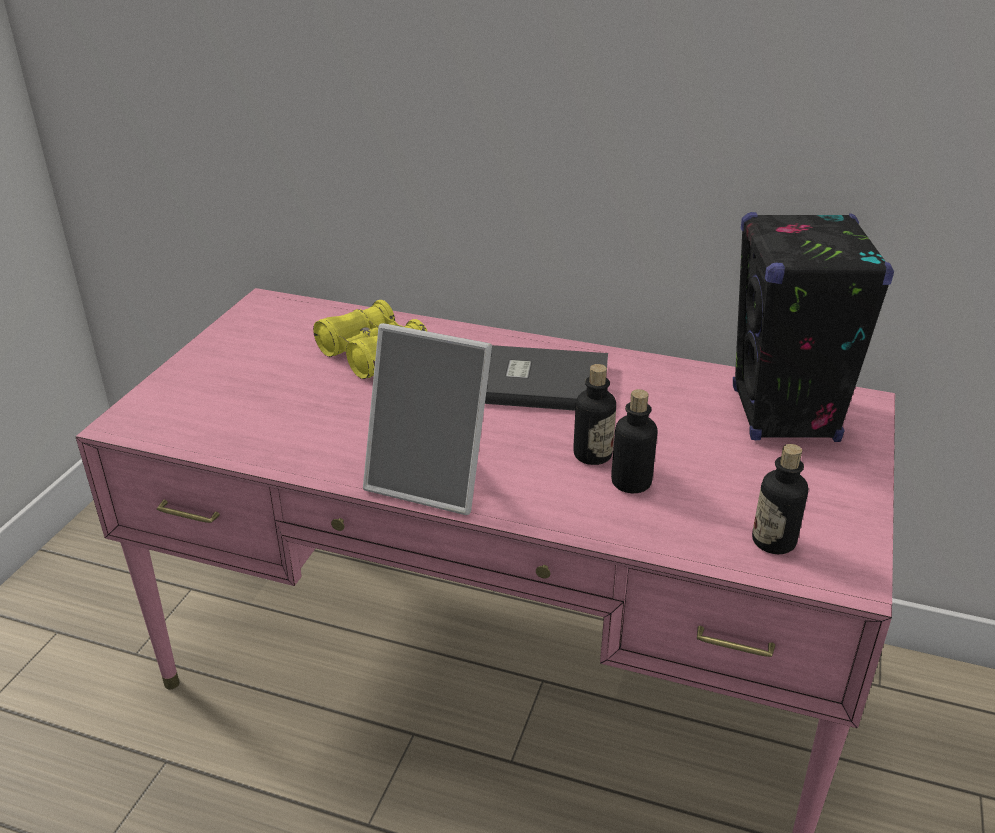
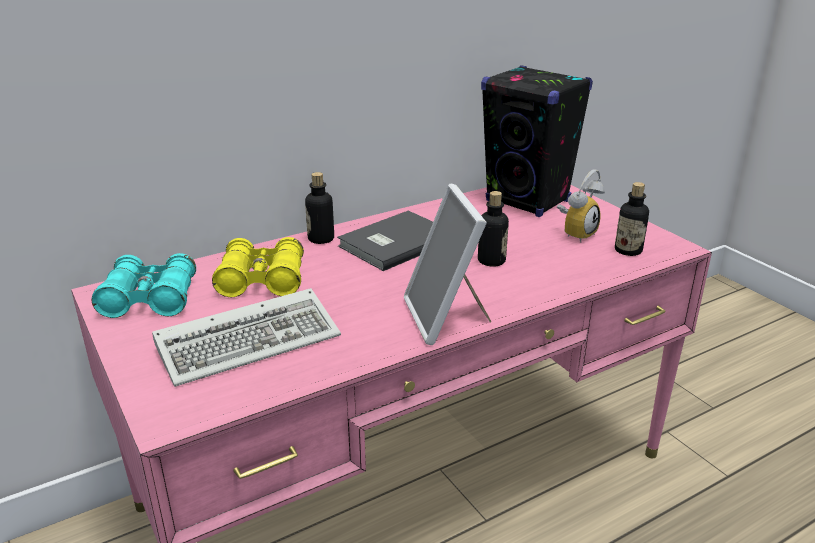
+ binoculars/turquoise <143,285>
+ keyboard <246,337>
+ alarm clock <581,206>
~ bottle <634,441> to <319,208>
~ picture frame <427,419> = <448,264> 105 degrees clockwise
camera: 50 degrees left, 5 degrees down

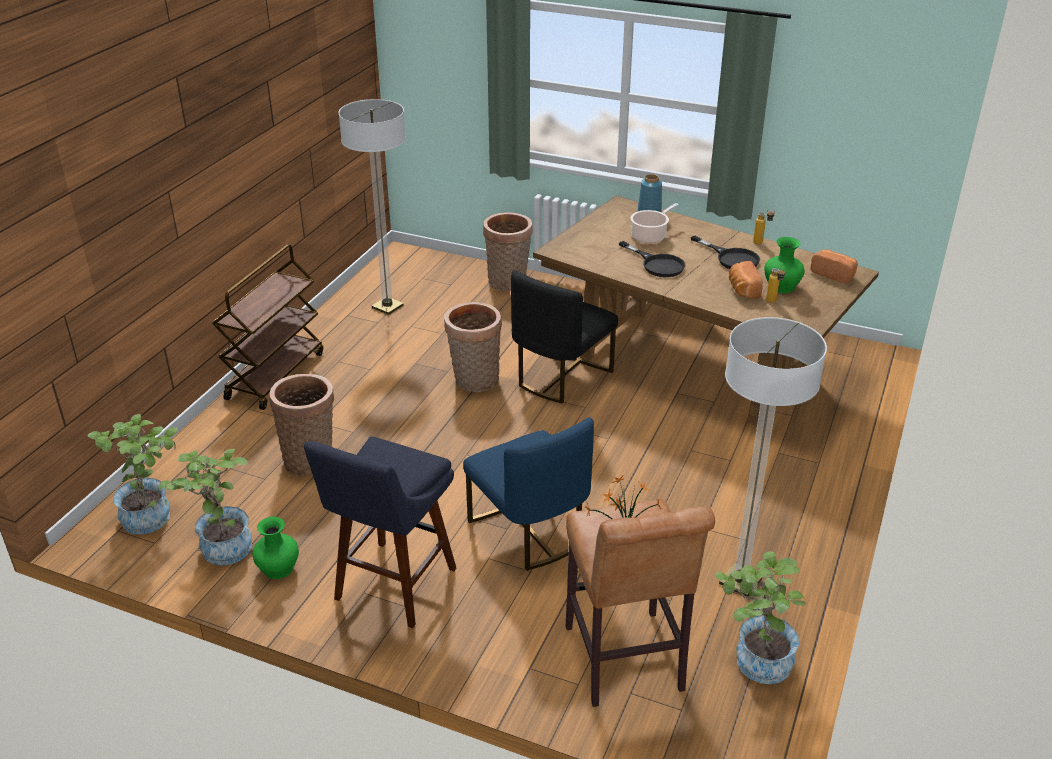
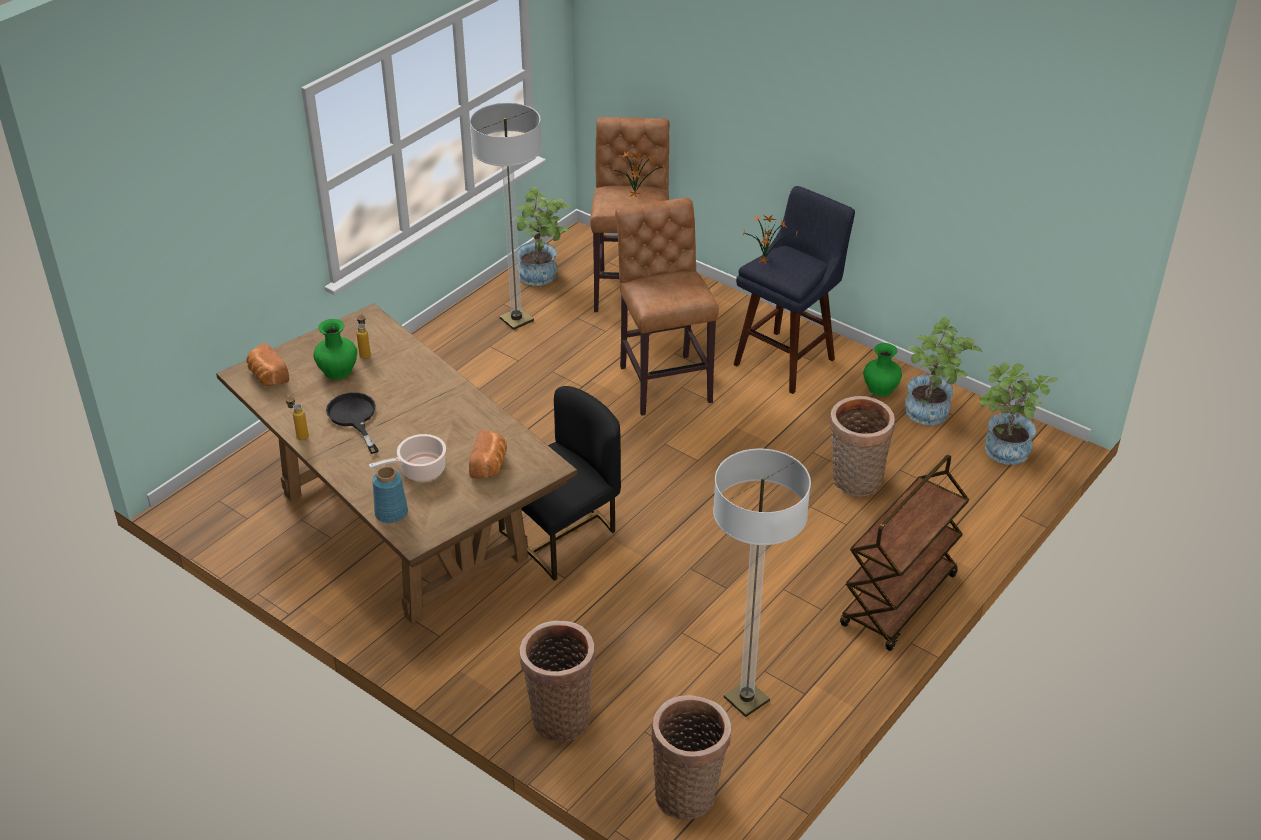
- frying pan/black <652,259>
+ potted plant <770,239>
~ basket <473,347> to <691,757>
~ bread <746,280> to <488,454>
~ chair/blue <528,493> to stool/brown <667,306>
camera: 165 degrees left, 5 degrees up

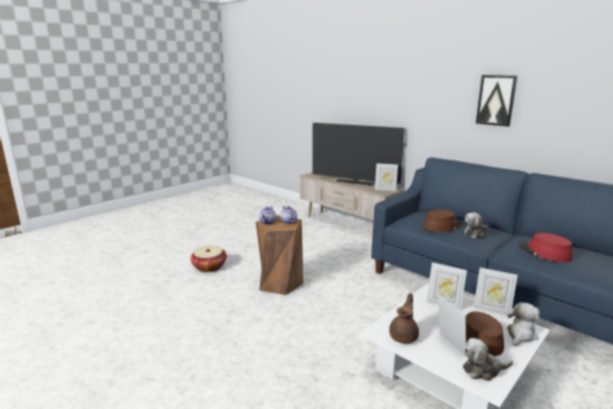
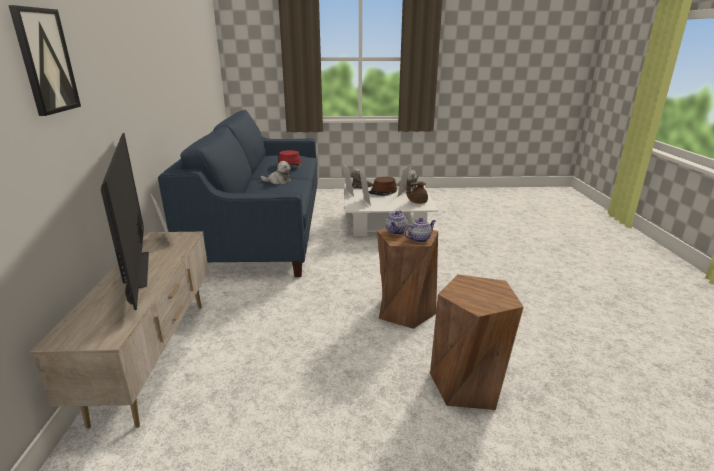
- hat/brown <443,220>
~ picture <496,101> to <44,60>
~ basket <208,259> to stool/brown <477,342>
camera: 135 degrees left, 5 degrees up

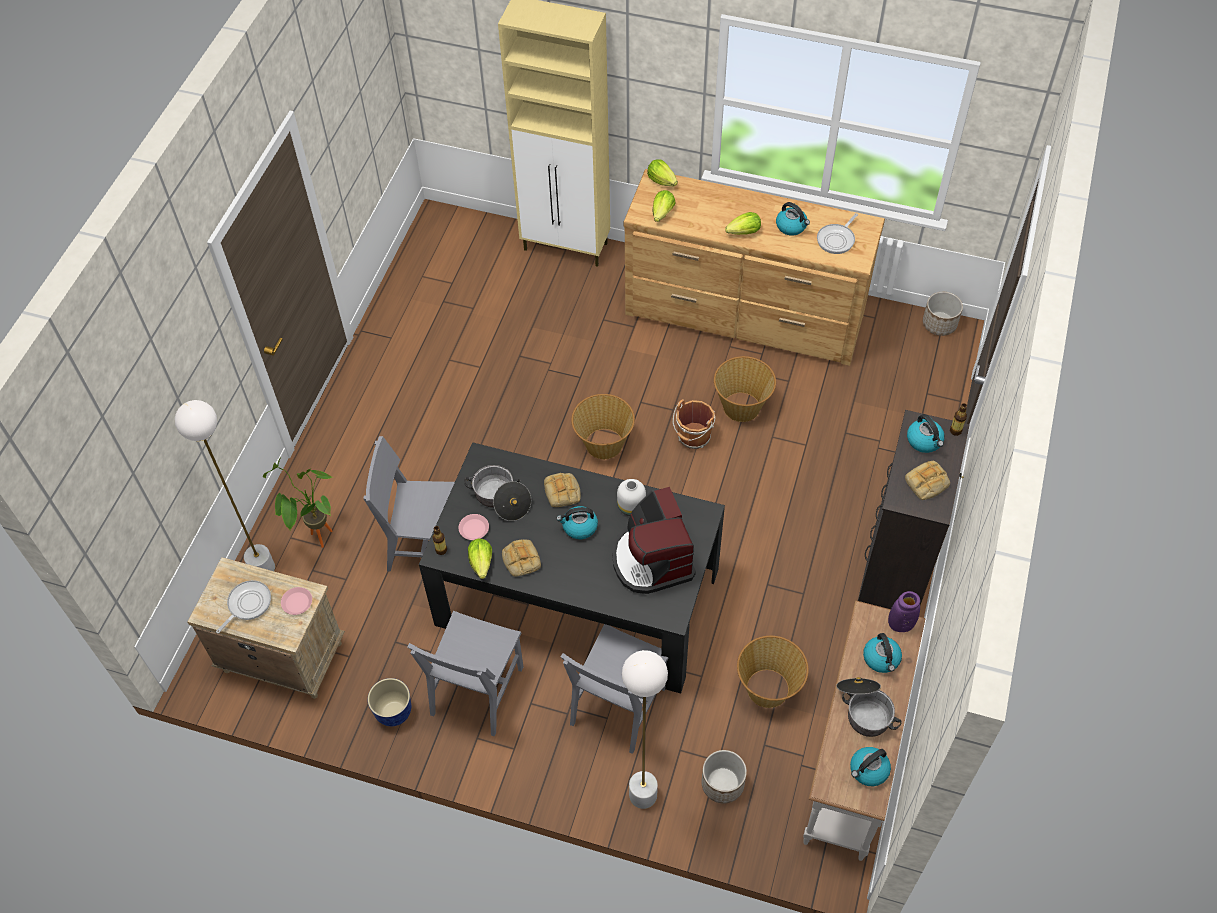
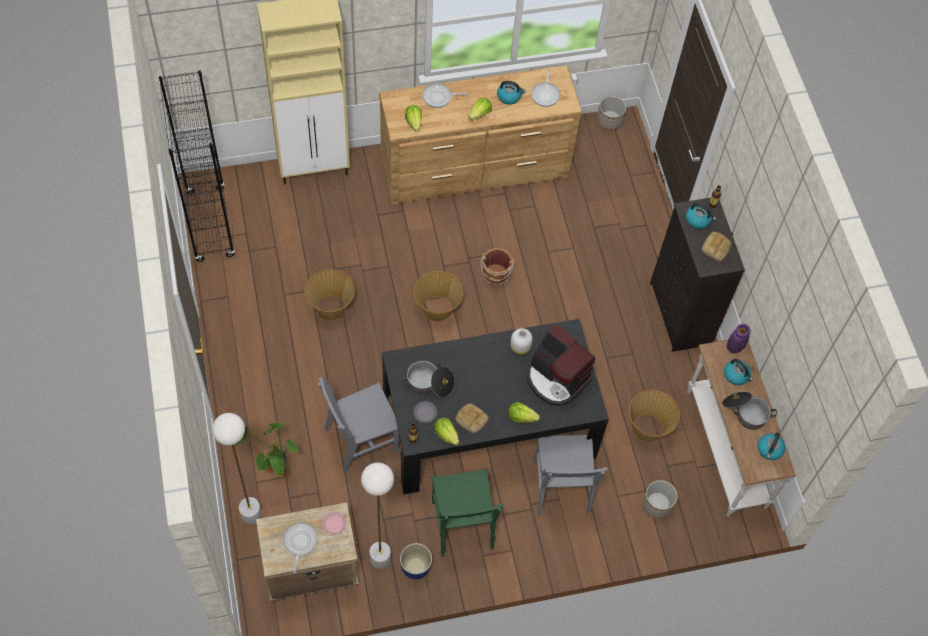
- bread <562,490>
- kettle <577,522>
+ bookcase/black <197,166>
+ frying pan <445,95>
~ floor lamp/white <645,729> to <377,515>
~ lettuce <662,172> to <524,412>
~ basket <745,389> to <330,295>
~ chair/grey <465,674> to chair/green <468,513>
~ plate/pink <473,527> to plate/grey <425,412>
camera: 35 degrees left, 5 degrees up

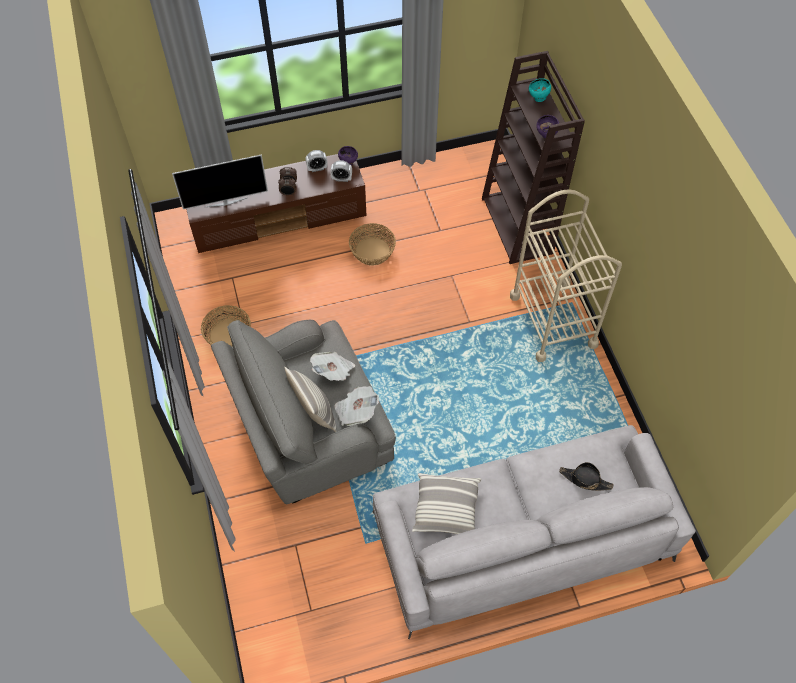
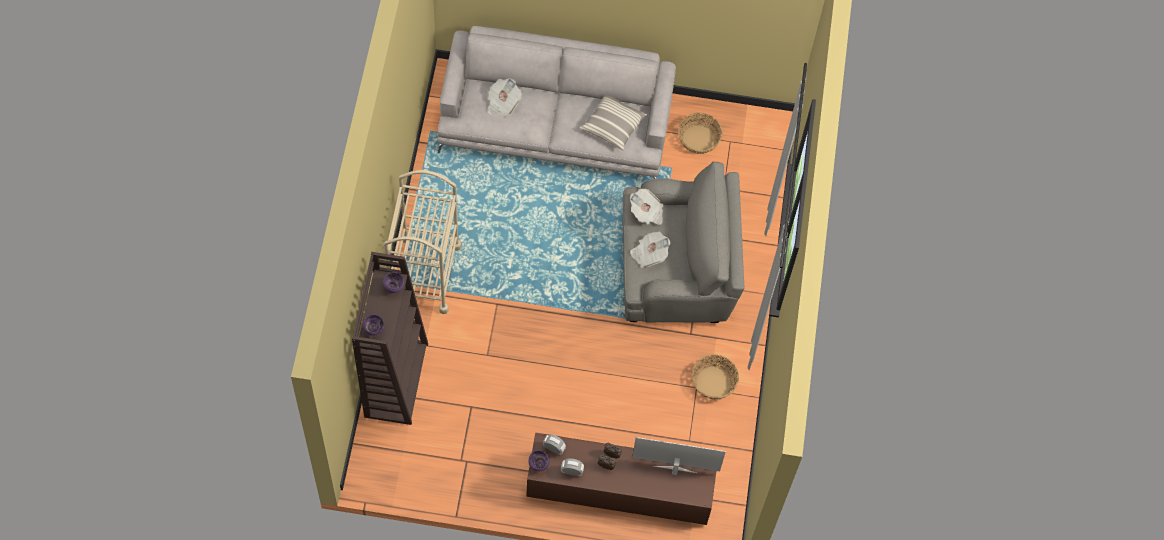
- pillow <310,399>
~ basket <372,244> to <700,133>
~ hat/black <586,476> to newspaper <504,97>
~ bowl/turquoise <540,90> to bowl/purple <374,325>
camera: 160 degrees left, 5 degrees up

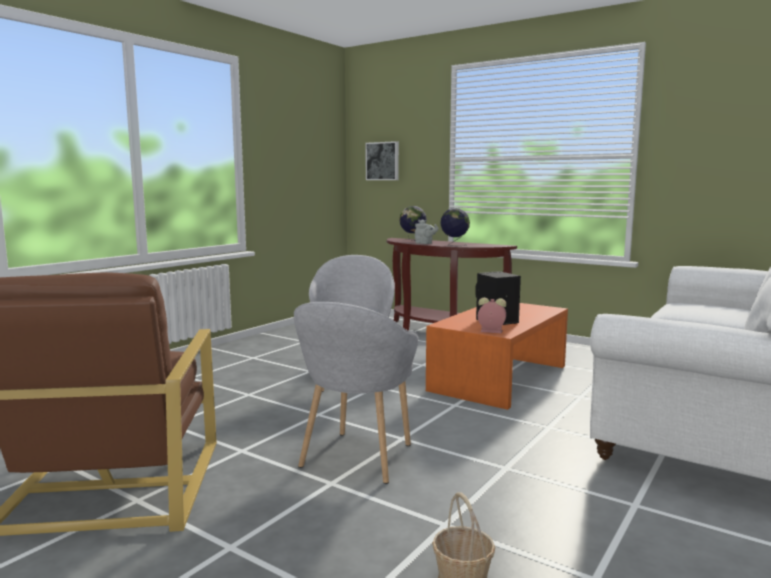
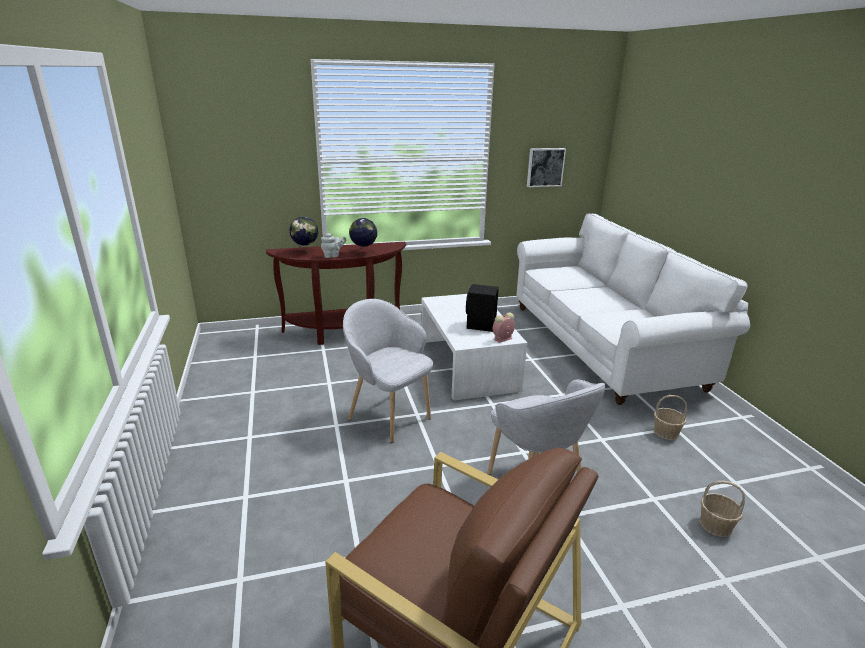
+ basket <670,417>
~ picture <382,160> to <546,167>
~ coffee table/orange <497,356> to coffee table/white <474,347>
camera: 50 degrees left, 15 degrees up

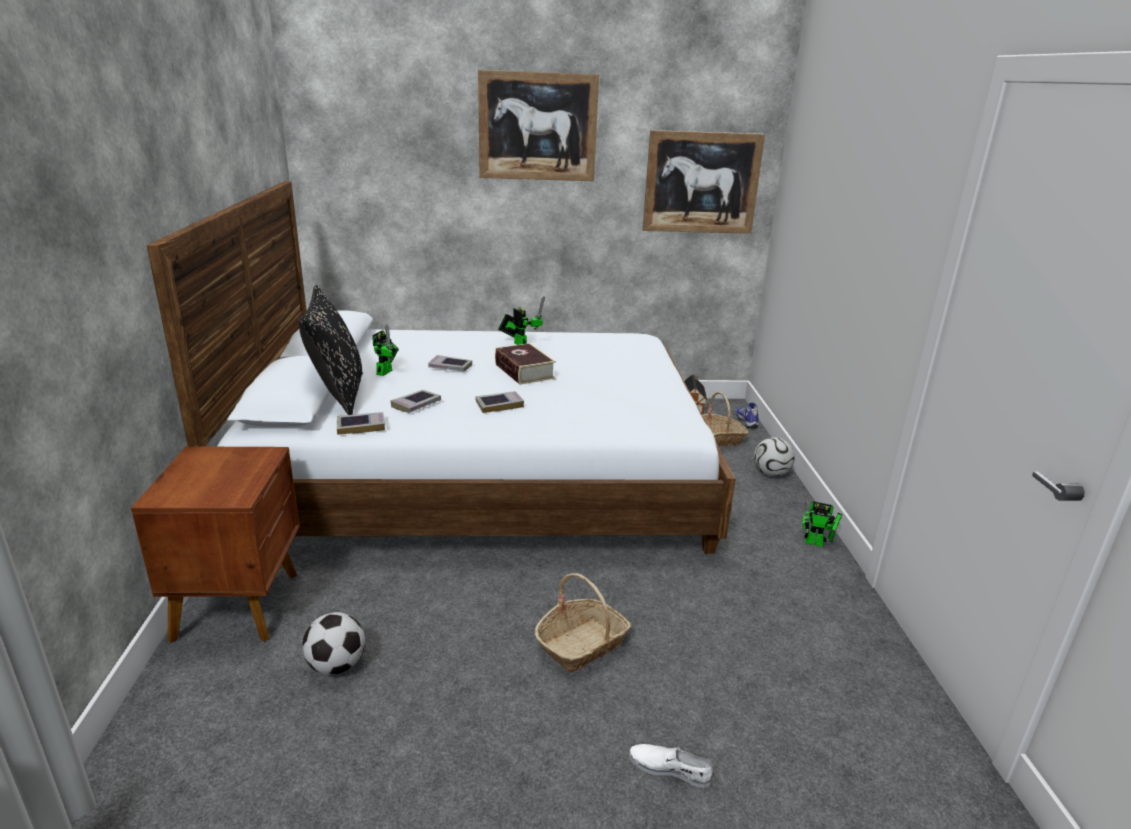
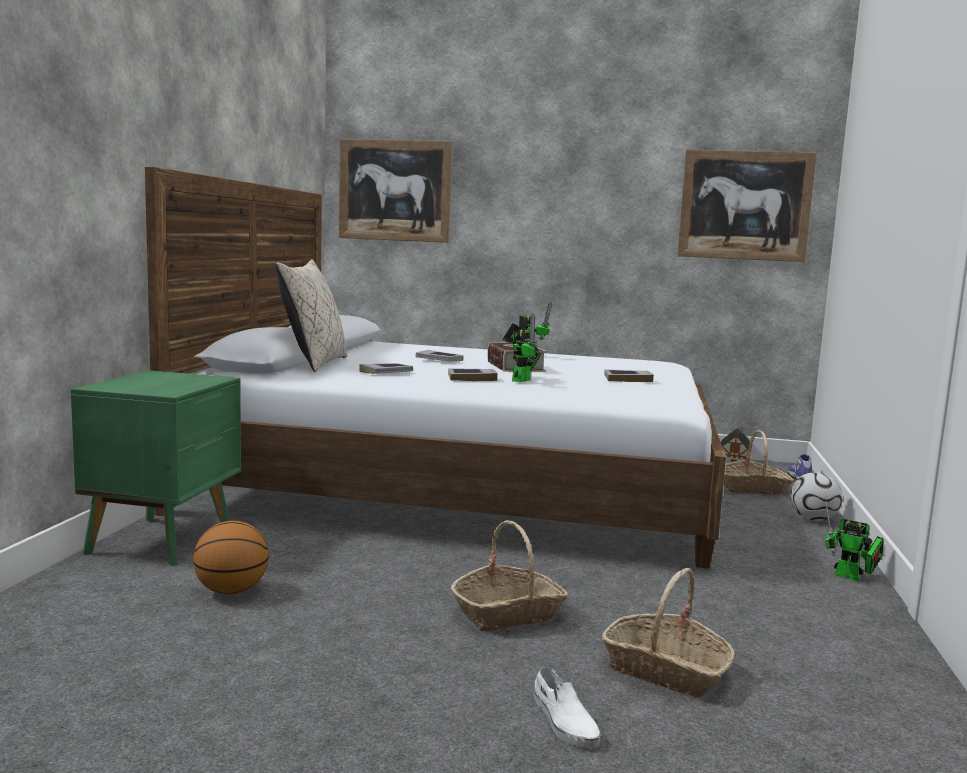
+ basket <668,632>
~ book <361,423> to <629,375>
~ toy robot <385,350> to <526,347>
~ picture <538,125> to <395,191>
~ football <333,643> to basketball <231,558>
~ nightstand/brown <215,544> to nightstand/green <156,468>
~ pillow/black <330,350> to pillow/beige <311,315>
~ shoe/white <671,766> = <567,707> 150 degrees counterclockwise
camera: 15 degrees right, 15 degrees down

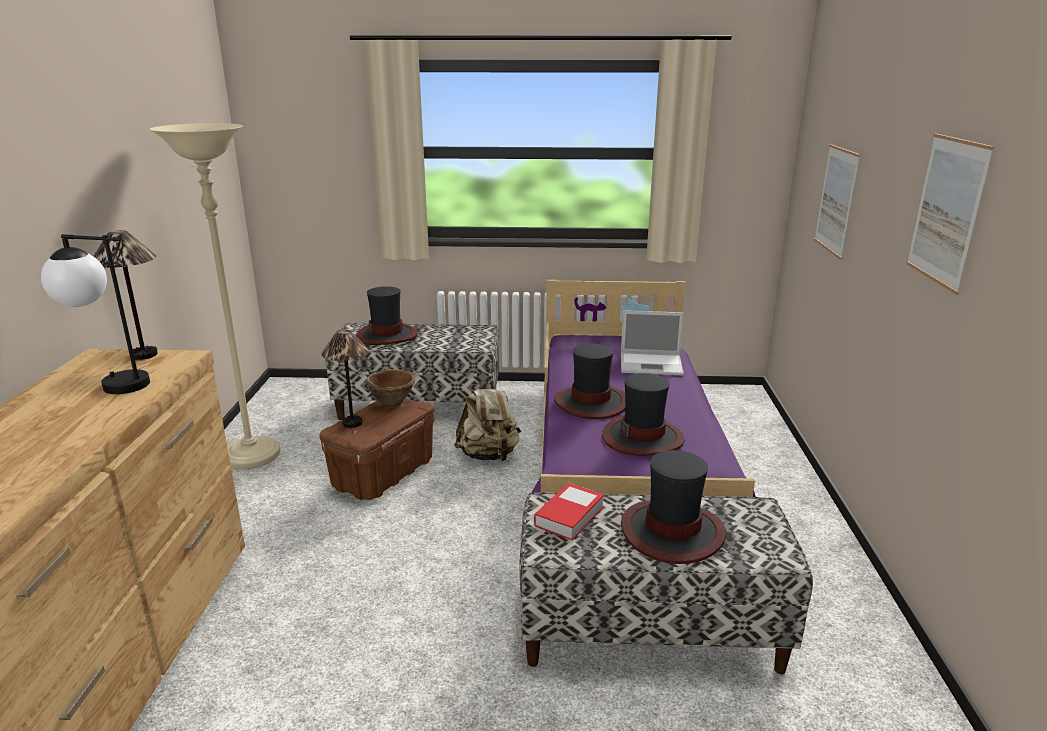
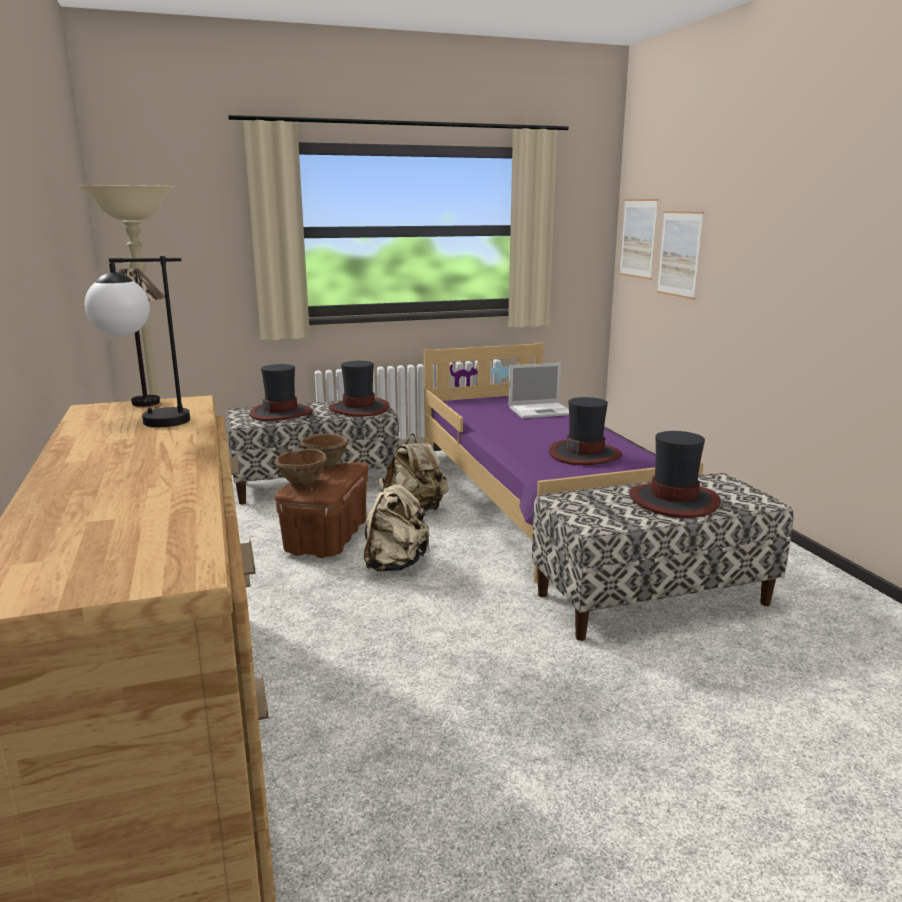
- book <569,511>
+ backpack/beige <397,525>
~ hat <589,381> to <359,389>
~ picture <950,214> to <638,239>
~ table lamp <345,378> to bowl/brown <301,468>
camera: 20 degrees left, 5 degrees down

